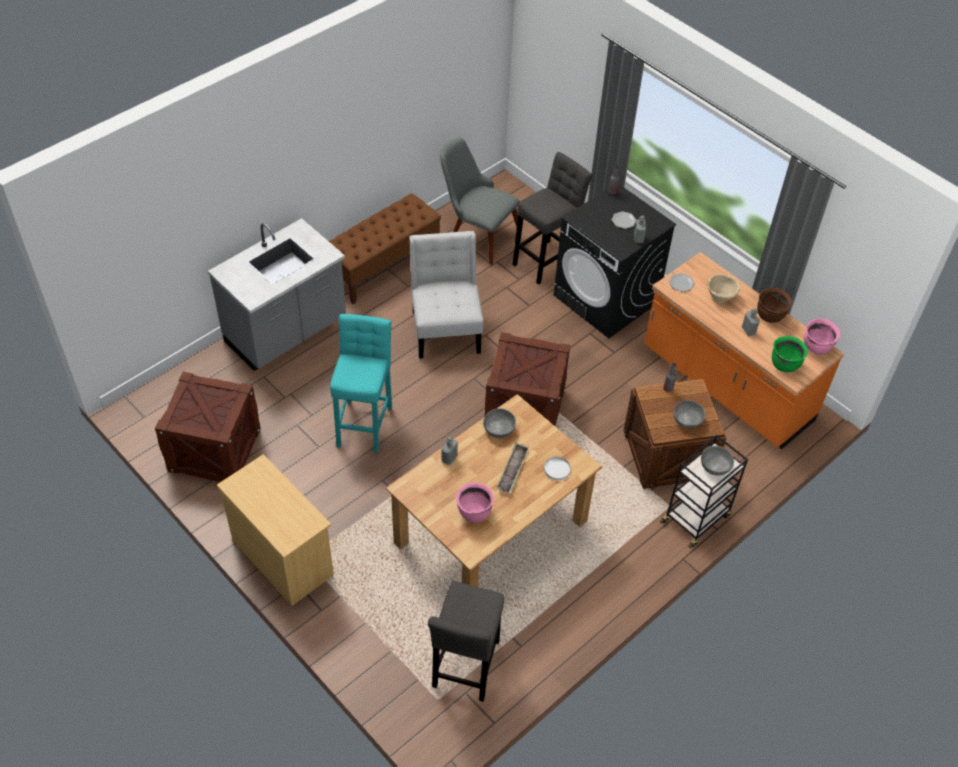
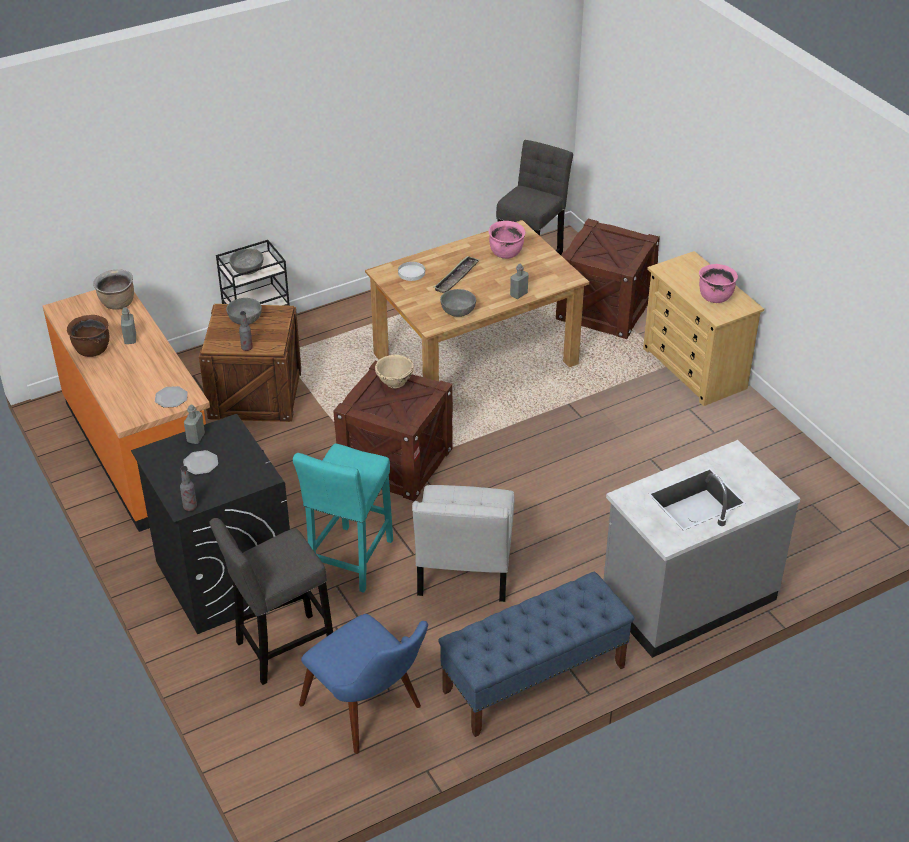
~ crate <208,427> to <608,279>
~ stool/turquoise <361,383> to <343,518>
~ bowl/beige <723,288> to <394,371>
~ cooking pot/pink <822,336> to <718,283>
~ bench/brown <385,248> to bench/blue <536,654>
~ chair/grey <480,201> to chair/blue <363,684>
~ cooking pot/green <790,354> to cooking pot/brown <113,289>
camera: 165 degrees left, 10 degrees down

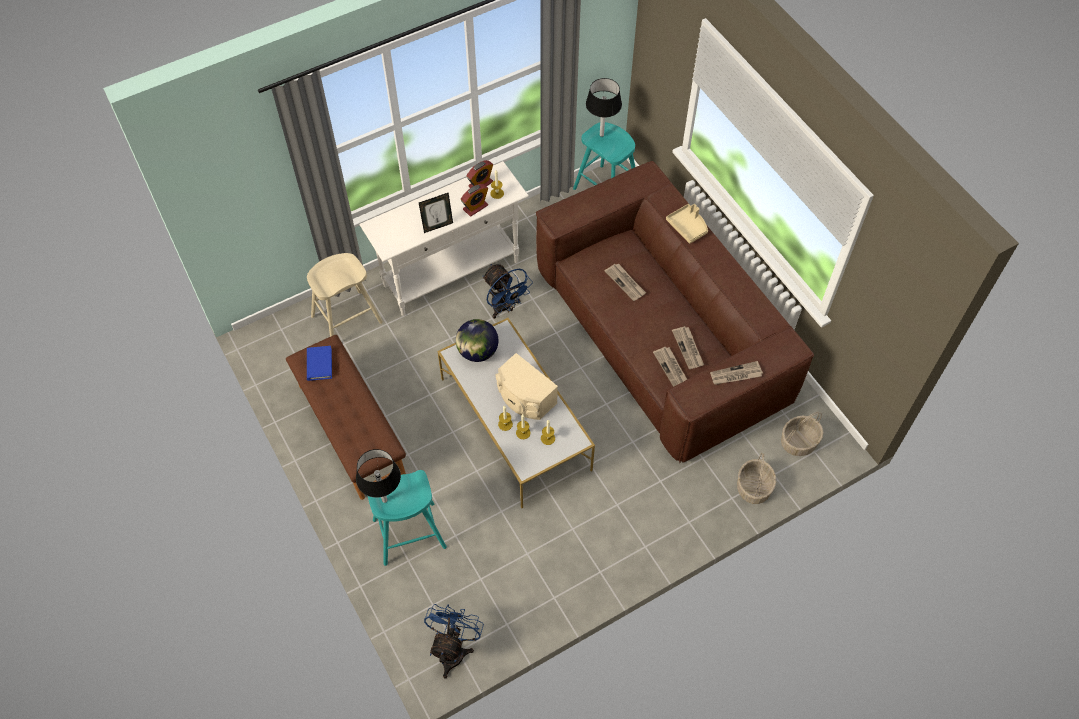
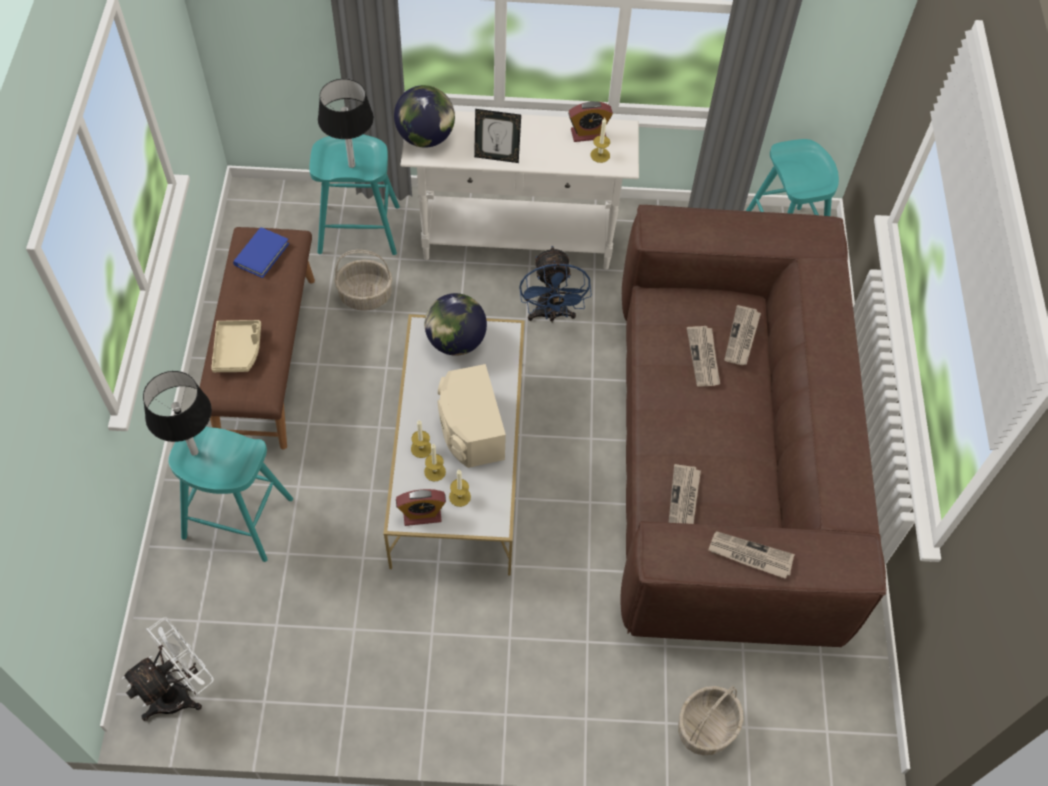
+ globe <424,116>
~ alarm clock <474,200> to <421,507>
~ table lamp/black <604,107> to <346,123>
~ tray/beige <687,224> to <236,346>
~ newspaper <688,347> to <742,335>
~ basket <802,434> to <363,280>
~ stool/beige <345,295> to stool/turquoise <354,194>
~ fan/blue <454,641> to fan/white <168,669>
camera: 30 degrees right, 0 degrees up

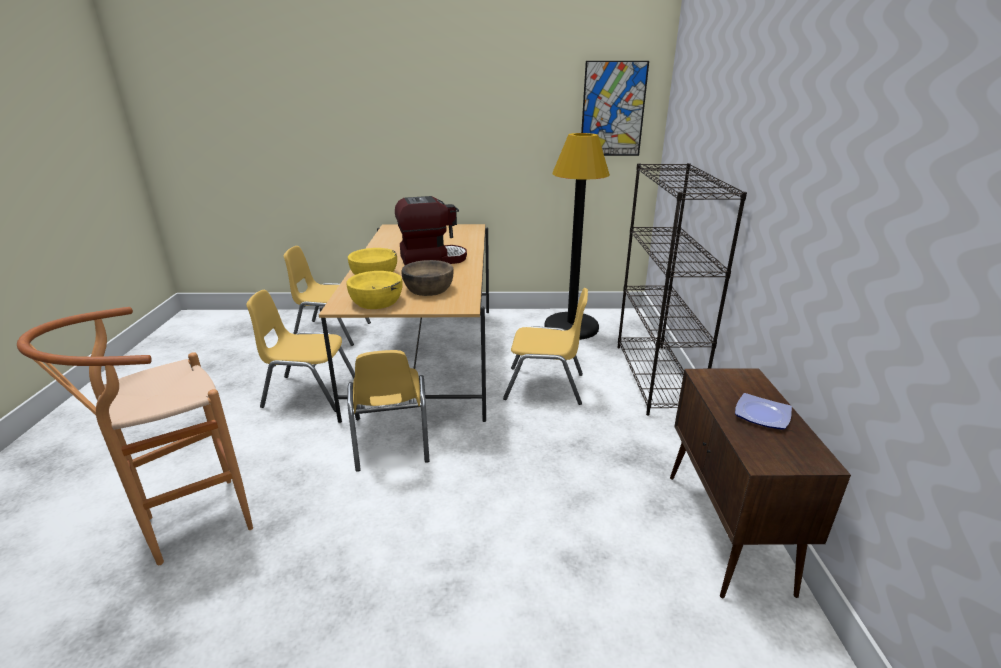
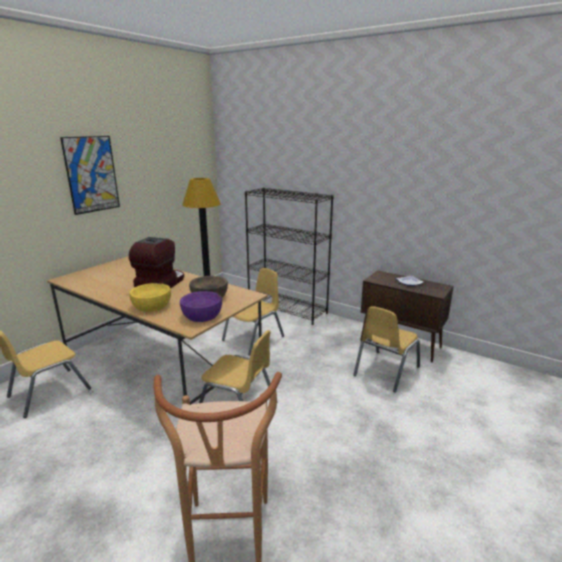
~ chair/yellow <300,351> to <386,349>
~ picture <615,108> to <90,175>
~ bowl/yellow <374,290> to bowl/purple <201,306>
camera: 55 degrees left, 5 degrees down

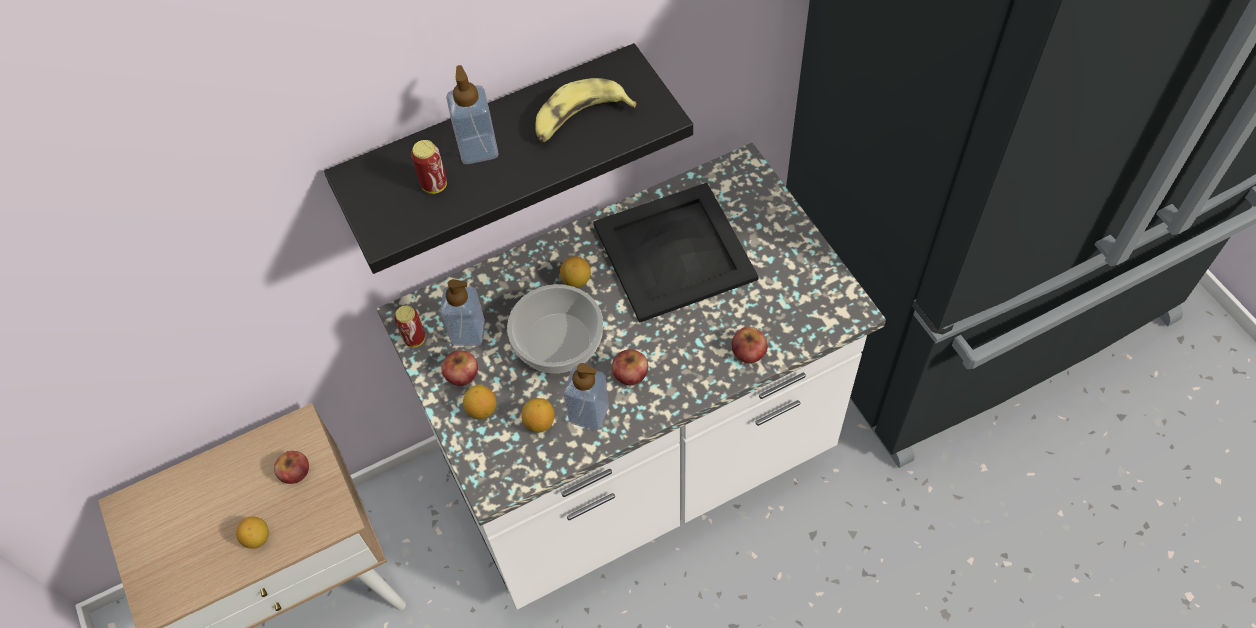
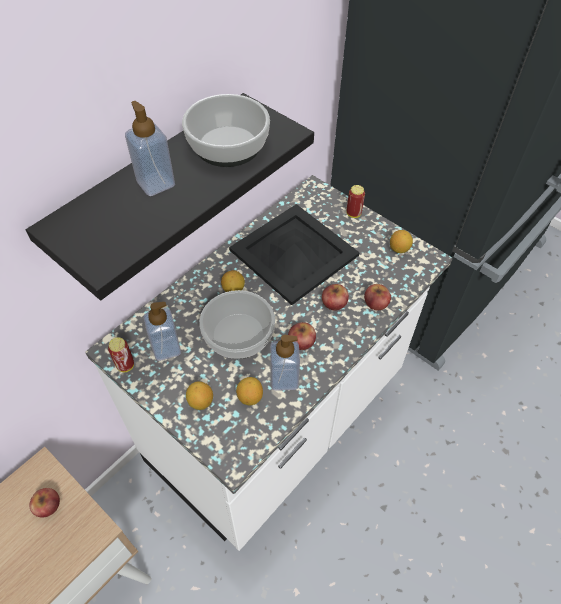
~ lemon <252,532> to <401,241>
~ can <429,167> to <355,201>
~ apple <460,368> to <335,297>
~ banana <586,110> to bowl <226,130>
camera: 25 degrees left, 5 degrees down

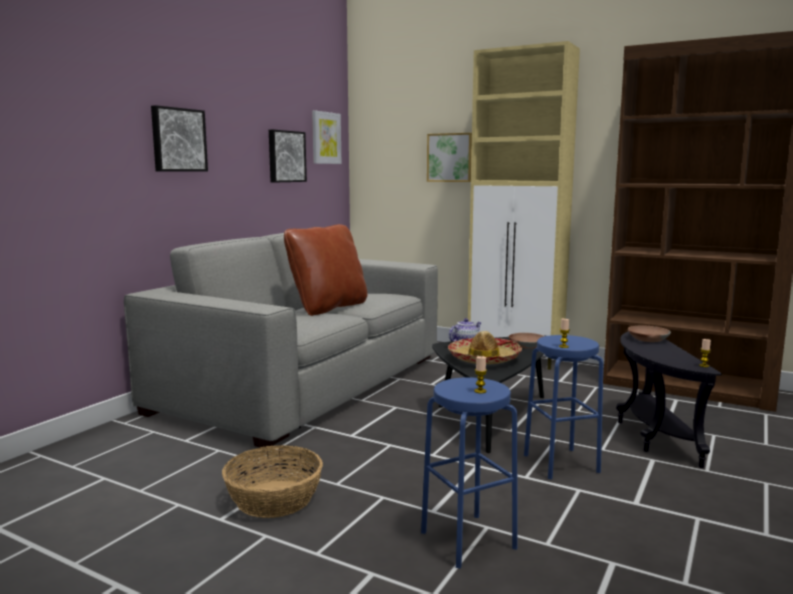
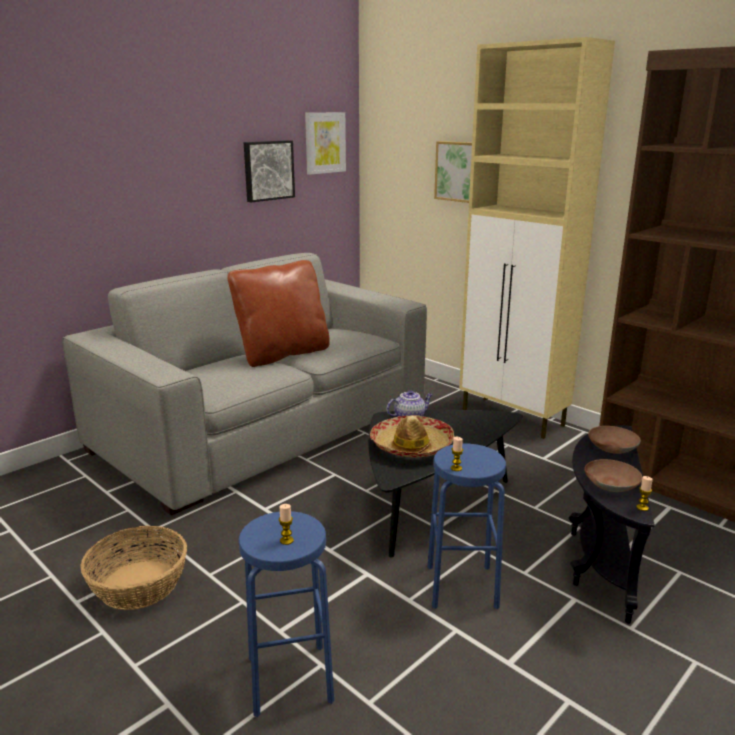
- picture <179,138>
~ bowl/brown <526,341> to <613,475>
camera: 15 degrees right, 10 degrees up

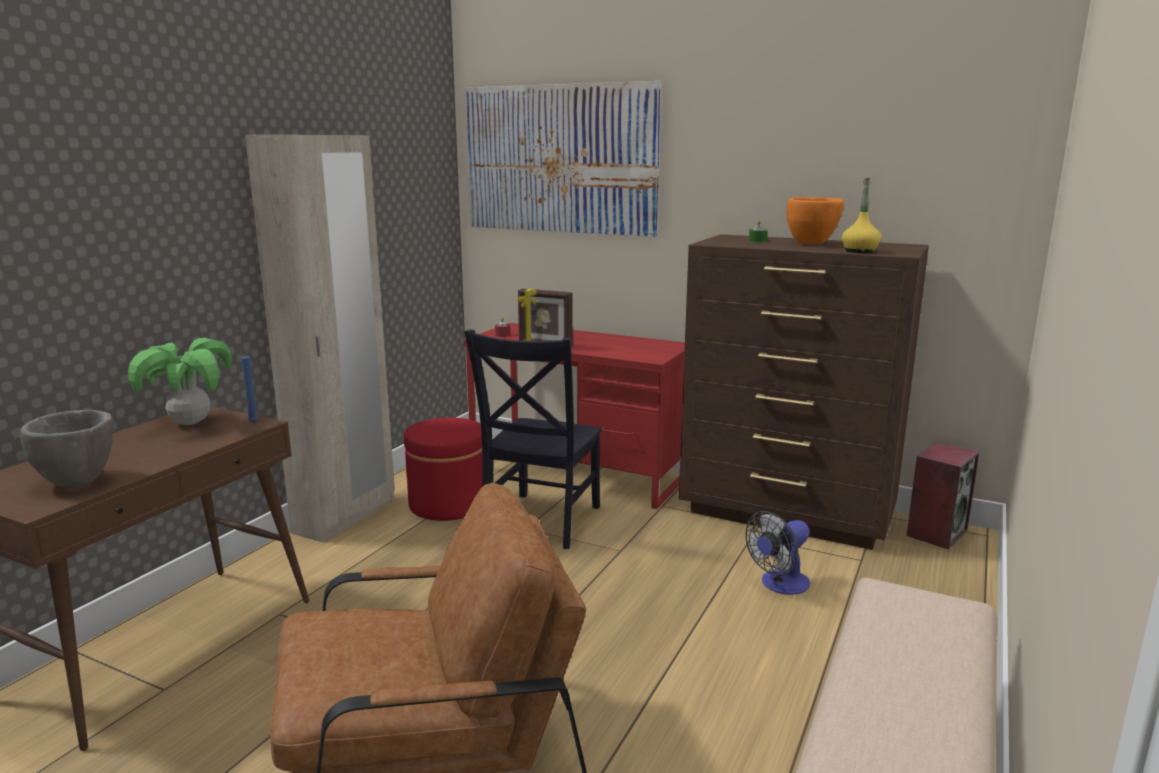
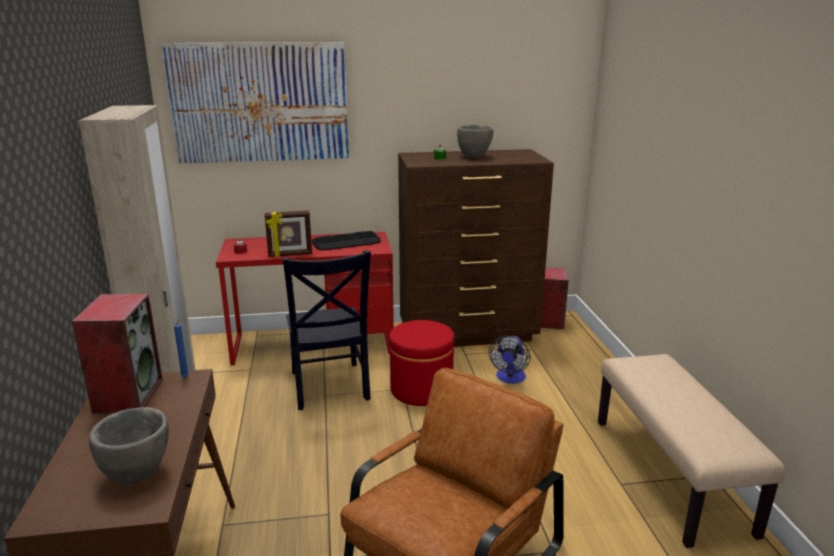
- bottle/yellow <861,215>
+ keyboard <346,240>
~ ottoman/red <443,469> to <421,363>
~ potted plant <180,381> to speaker <117,354>
~ bowl/orange <815,220> to bowl/grey <475,141>
camera: 35 degrees left, 5 degrees up

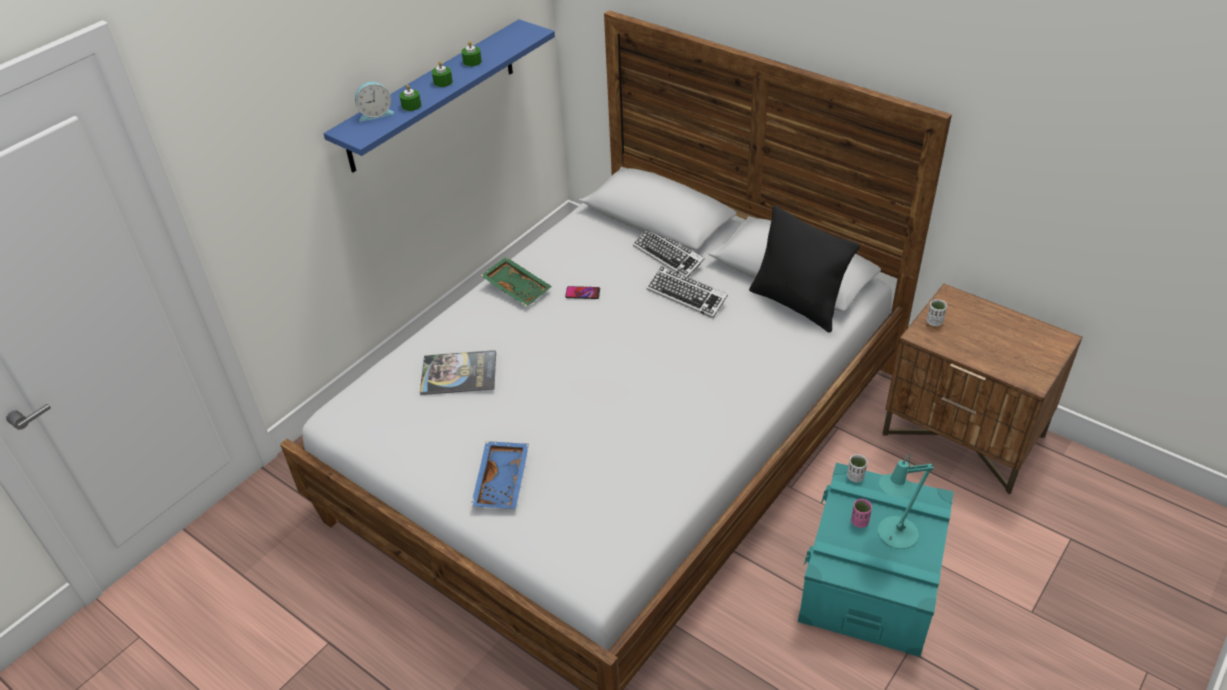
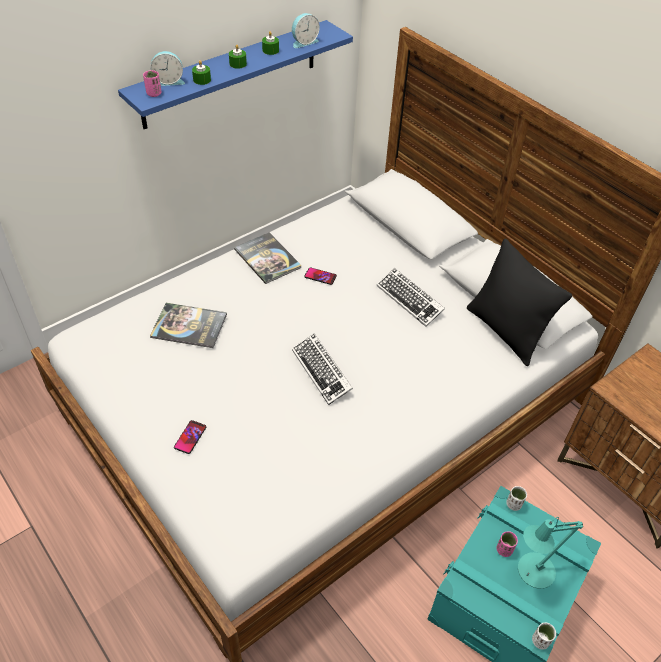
+ cup/pink <152,83>
+ alarm clock <306,30>
~ keyboard <669,253> to <322,369>
~ cup/white <937,312> to <544,636>
~ tray/blue <500,475> to phone <190,437>
~ tray/green <516,282> to book <268,258>
camera: 10 degrees right, 5 degrees up

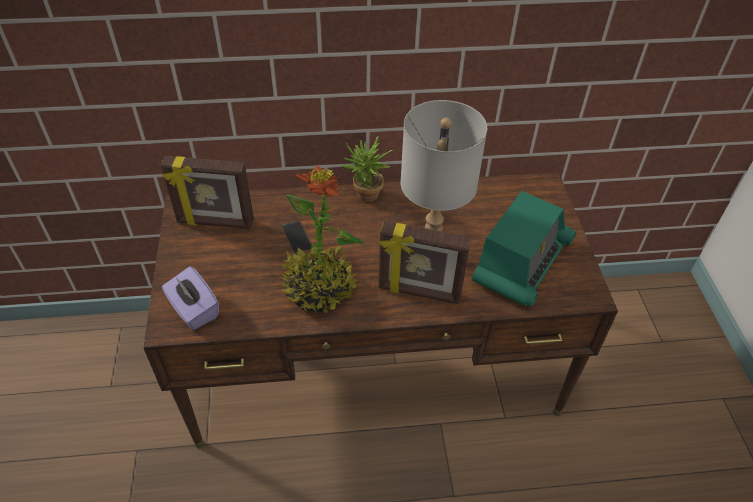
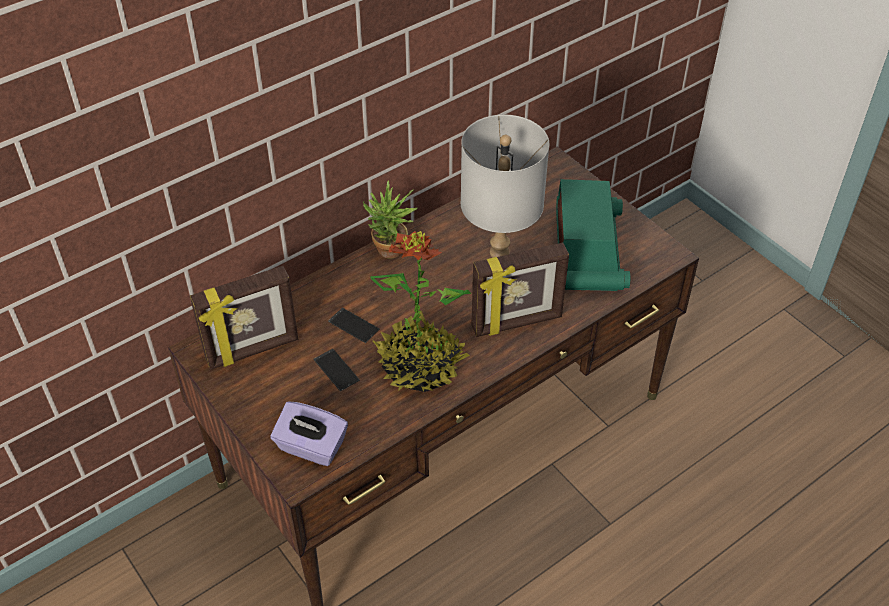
+ phone <337,370>
camera: 30 degrees left, 0 degrees up

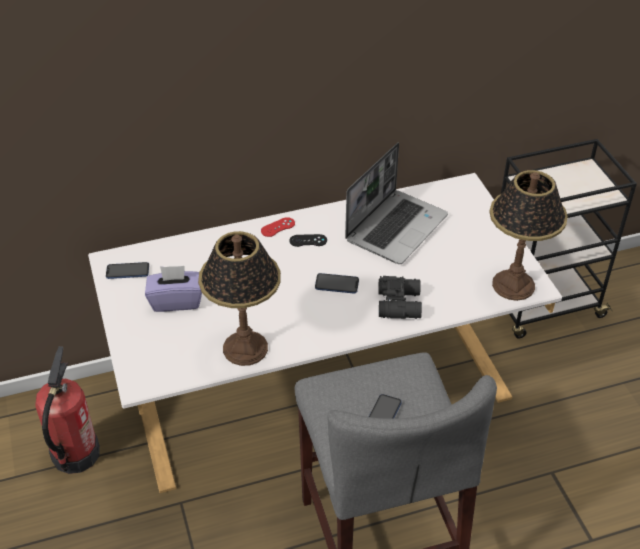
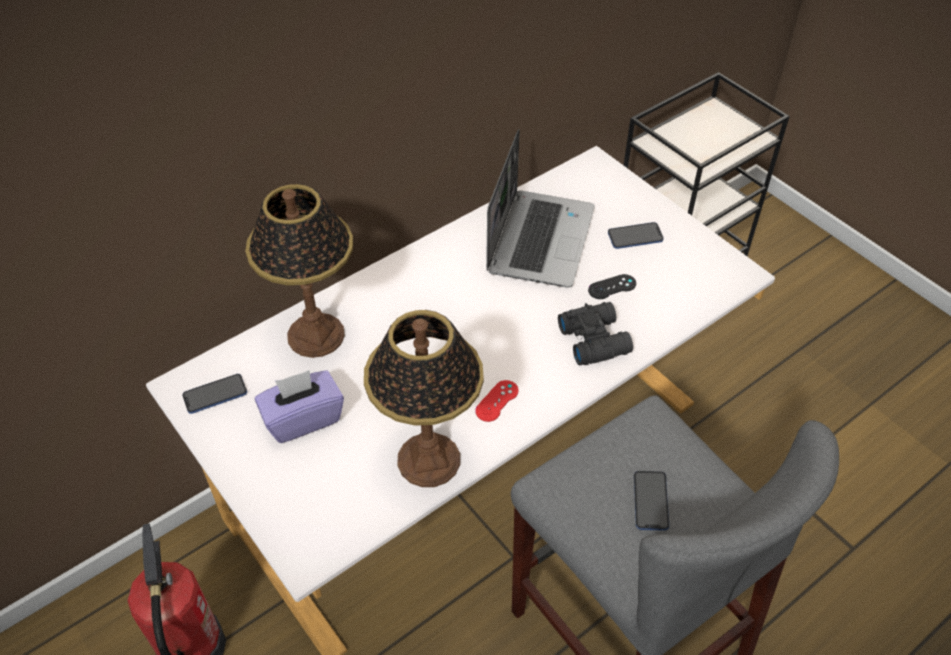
~ game controller/red <278,227> to <497,401>
~ game controller/black <308,240> to <612,286>
~ phone <337,283> to <636,235>
~ table lamp <528,235> to <299,271>
camera: 20 degrees left, 5 degrees up

